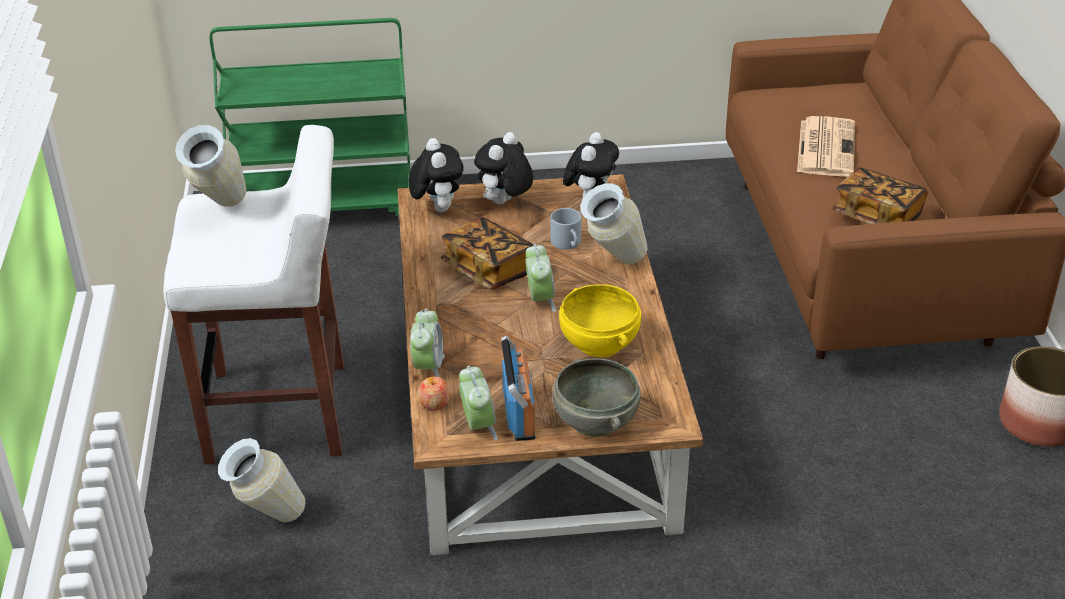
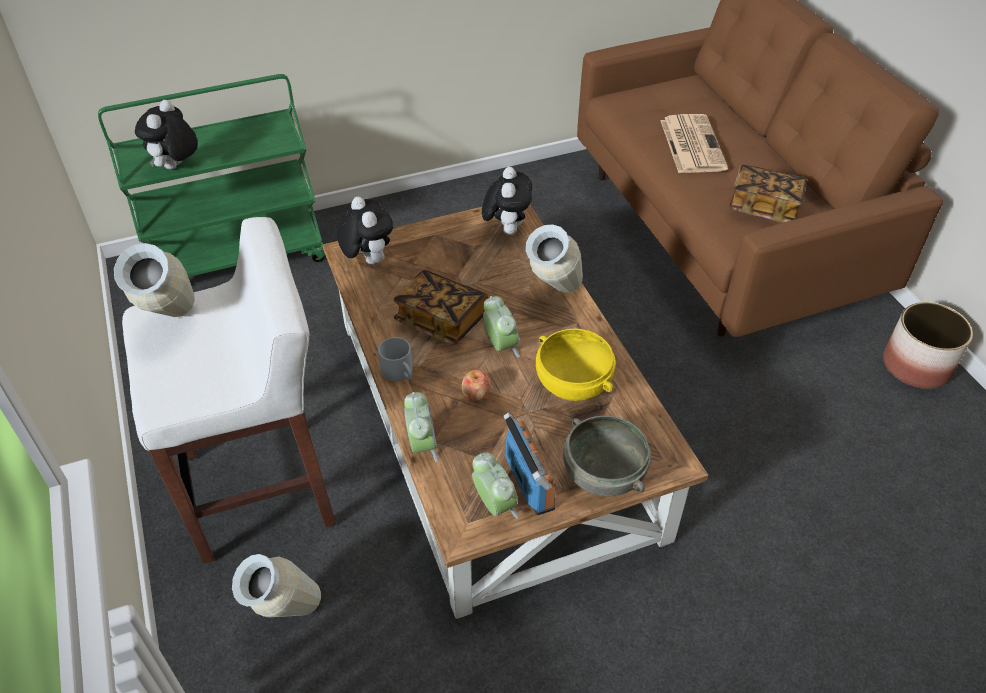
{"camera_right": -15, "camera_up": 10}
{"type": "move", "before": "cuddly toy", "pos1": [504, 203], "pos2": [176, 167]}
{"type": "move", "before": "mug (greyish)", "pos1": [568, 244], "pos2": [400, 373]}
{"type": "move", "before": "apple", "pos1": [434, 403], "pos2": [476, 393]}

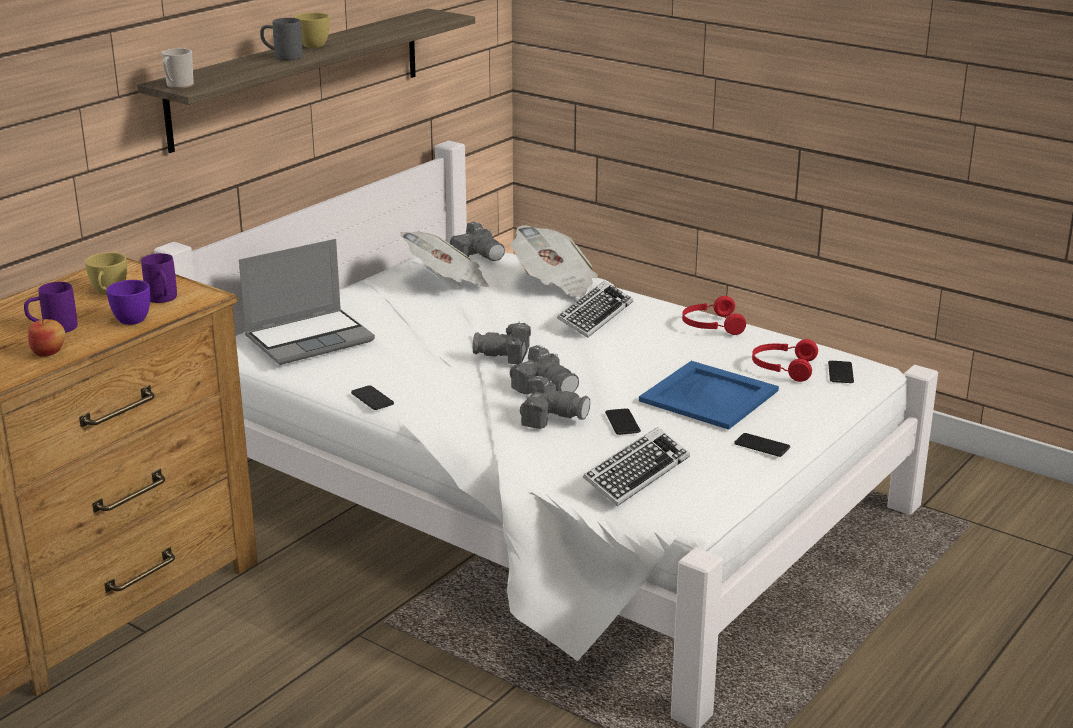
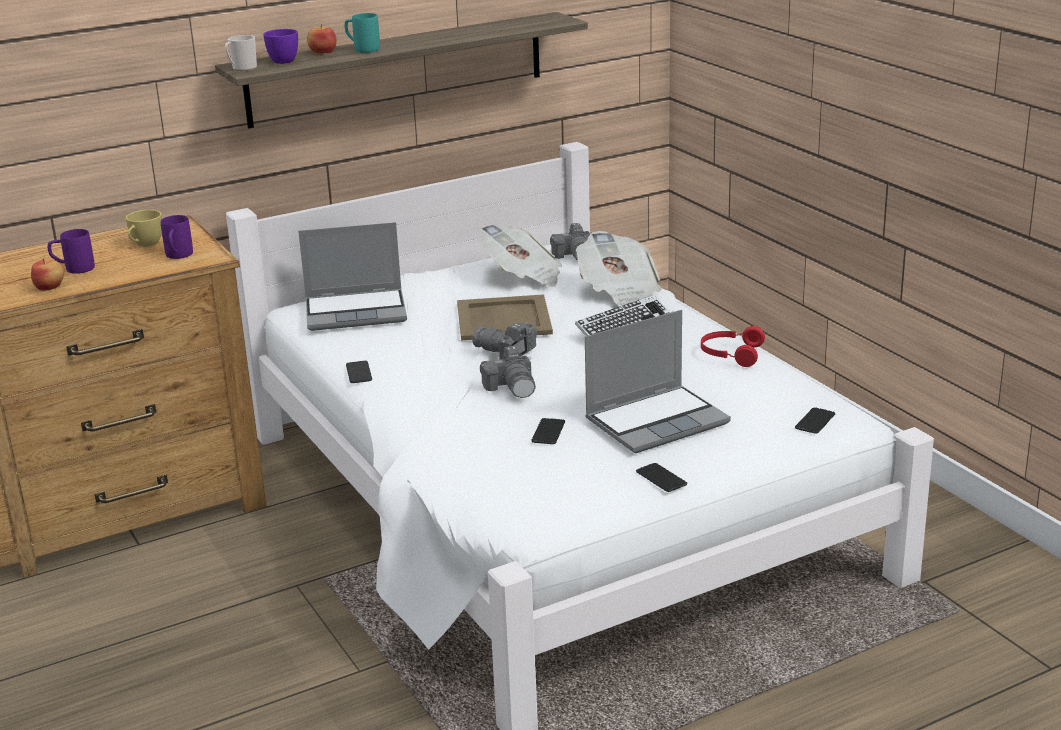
{"camera_right": 25, "camera_up": 0}
{"type": "delete", "before": "cup (yellowish)", "pos1": [313, 44]}
{"type": "recolor", "before": "mug (greyish)", "after": "mug (turquoise-coloured)", "pos1": [282, 57], "pos2": [362, 49]}
{"type": "move", "before": "cup (purple-coloured)", "pos1": [130, 318], "pos2": [284, 60]}
{"type": "delete", "before": "headset (reddish)", "pos1": [782, 368]}
{"type": "replace", "before": "serving tray (bluish)", "after": "laptop", "pos1": [708, 395], "pos2": [657, 421]}
{"type": "delete", "before": "photo camera", "pos1": [552, 416]}
{"type": "delete", "before": "computer keyboard", "pos1": [636, 473]}
{"type": "insert", "after": "apple", "pos2": [322, 52]}
{"type": "insert", "after": "serving tray (beige-coloured)", "pos2": [504, 319]}

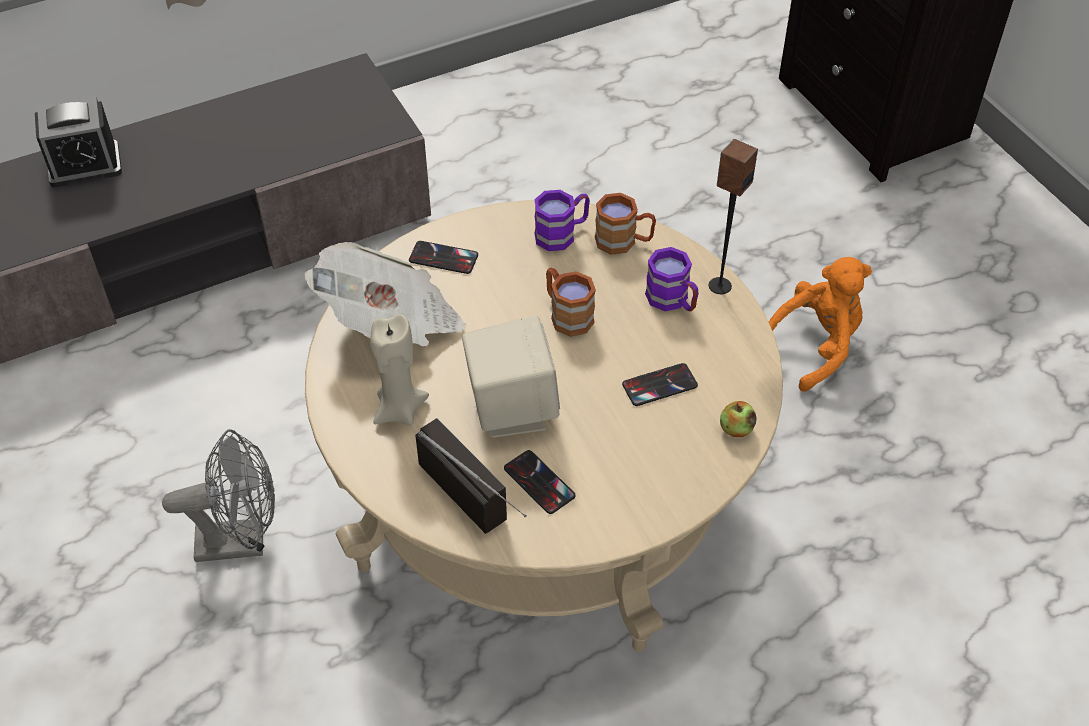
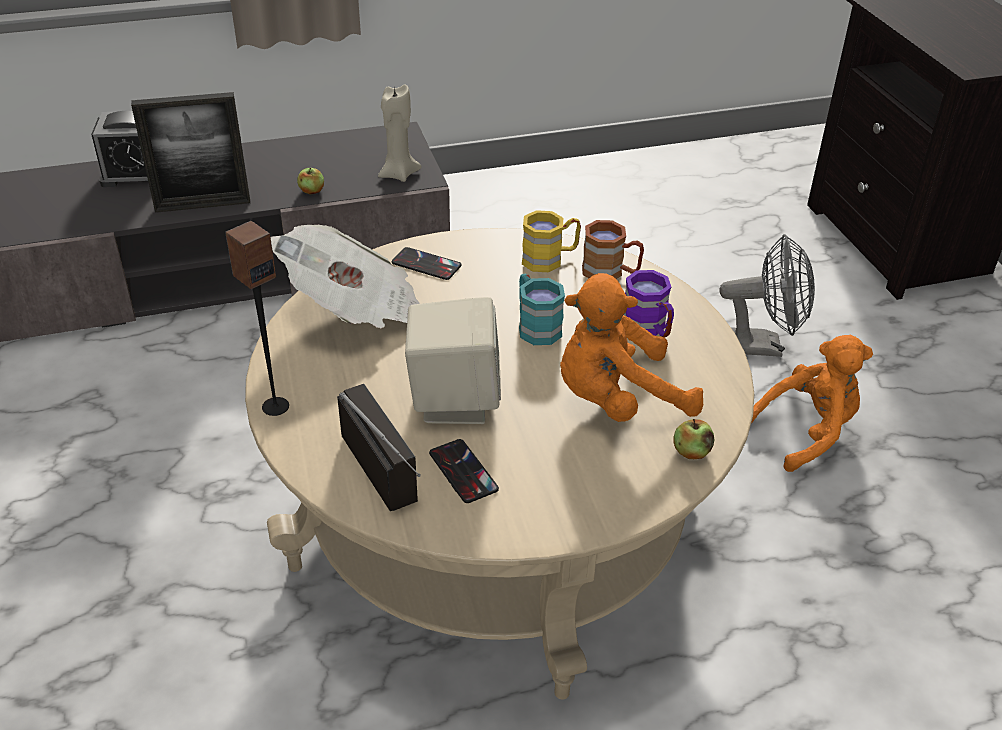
{"camera_right": 10, "camera_up": -10}
{"type": "move", "before": "audio speaker", "pos1": [719, 285], "pos2": [275, 406]}
{"type": "recolor", "before": "mug (purple-coloured)", "after": "mug (yellowish)", "pos1": [562, 233], "pos2": [550, 259]}
{"type": "recolor", "before": "mug (brownish)", "after": "mug (turquoise-coloured)", "pos1": [566, 314], "pos2": [535, 326]}
{"type": "move", "before": "wax candle (beige-coloured)", "pos1": [399, 410], "pos2": [398, 174]}
{"type": "replace", "before": "phone", "after": "cuddly toy (orange-coloured)", "pos1": [659, 385], "pos2": [617, 400]}
{"type": "move", "before": "electric fan (greyish)", "pos1": [242, 541], "pos2": [761, 346]}
{"type": "insert", "after": "photo frame", "pos2": [203, 205]}
{"type": "insert", "after": "apple", "pos2": [311, 191]}

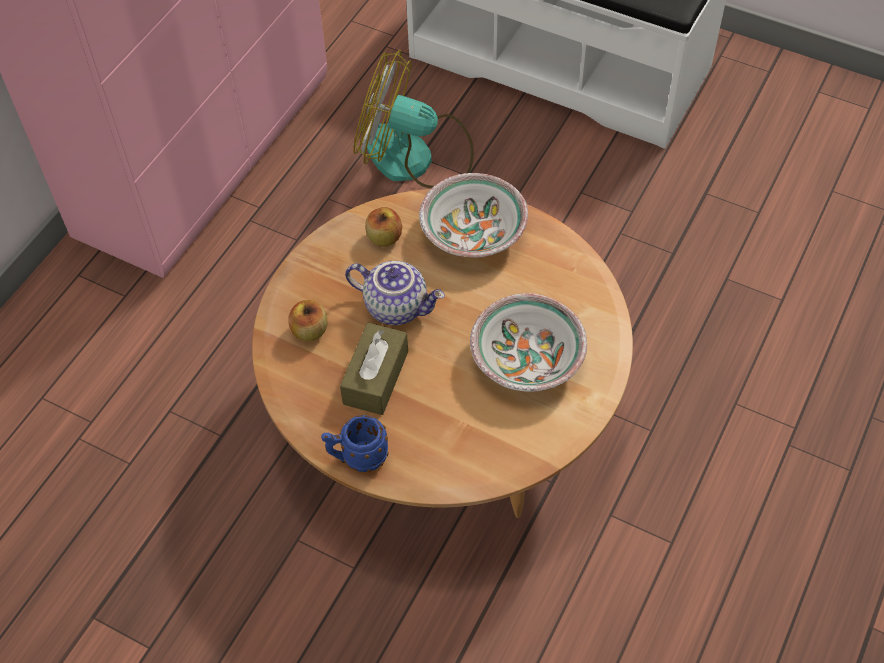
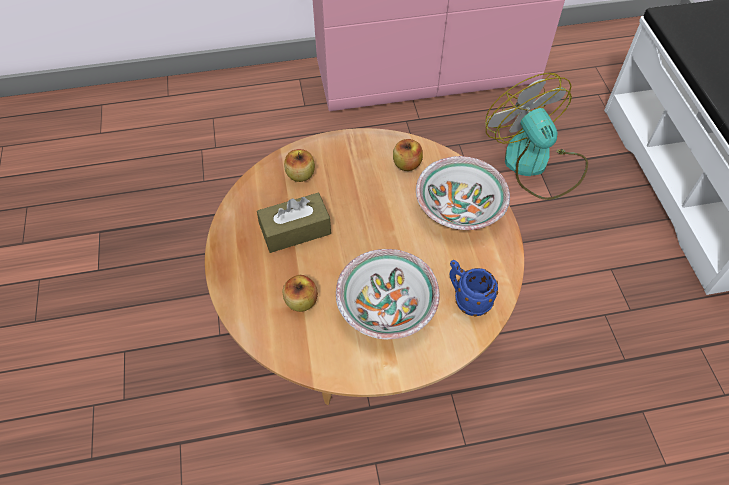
{"camera_right": 50, "camera_up": 0}
{"type": "delete", "before": "tea pot", "pos1": [397, 306]}
{"type": "move", "before": "mug (bluish)", "pos1": [357, 458], "pos2": [467, 299]}
{"type": "insert", "after": "apple", "pos2": [301, 301]}

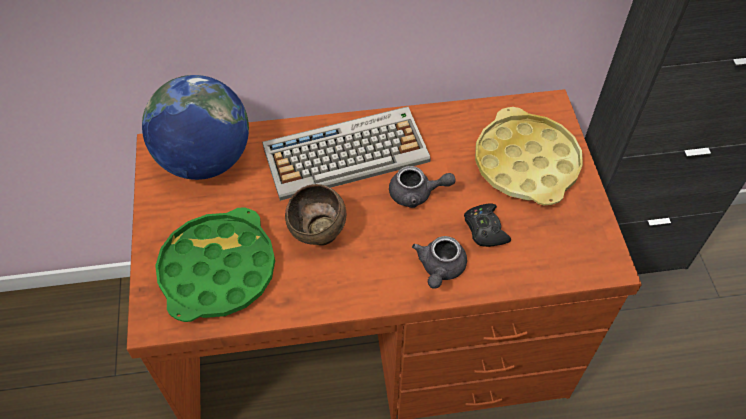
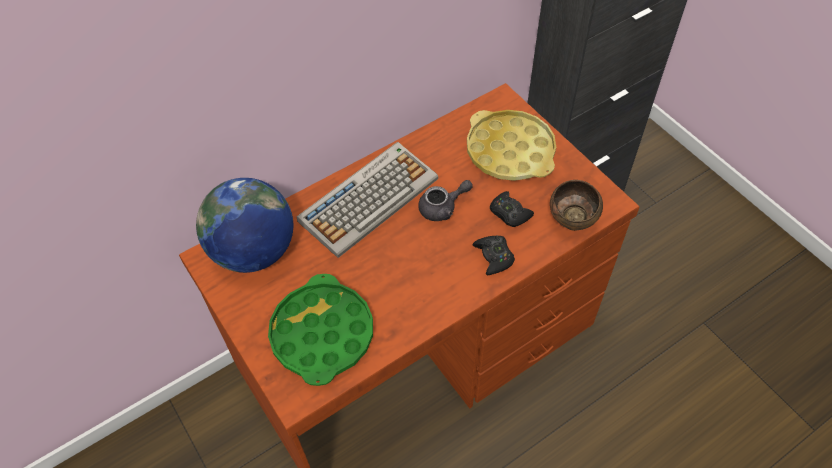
{"camera_right": -25, "camera_up": 0}
{"type": "move", "before": "serving bowl (brownish)", "pos1": [319, 235], "pos2": [572, 223]}
{"type": "replace", "before": "tea pot (greyish)", "after": "gamepad (blackish)", "pos1": [440, 269], "pos2": [494, 257]}

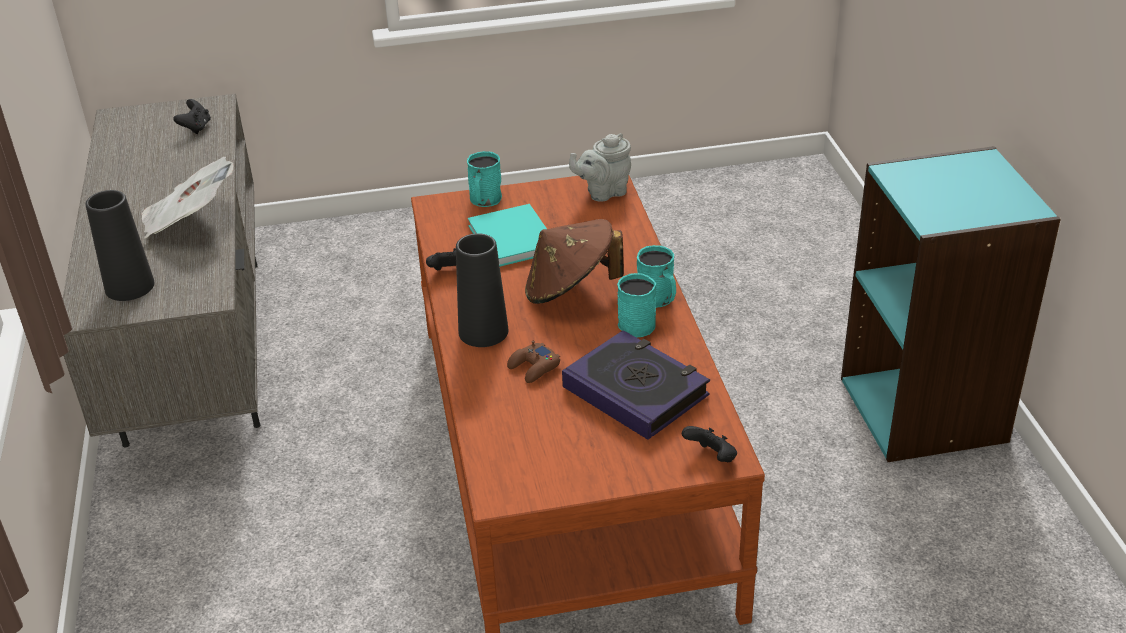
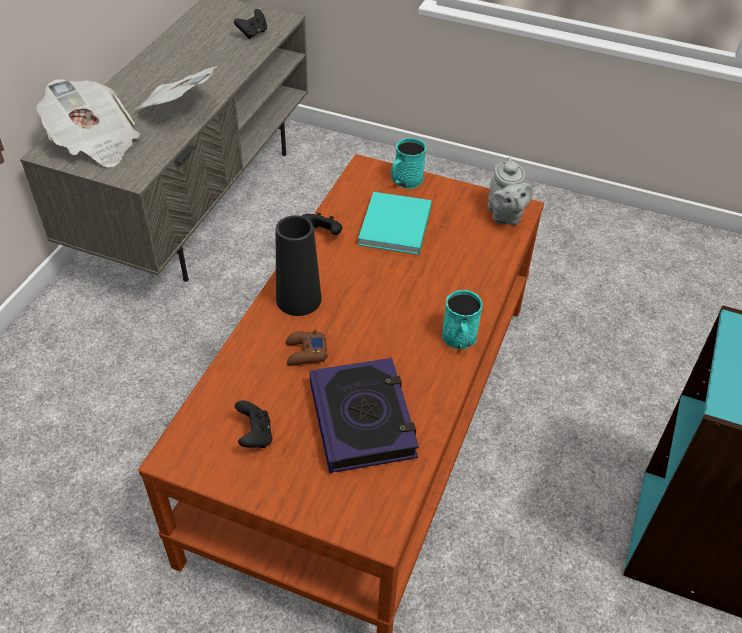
{"camera_right": 30, "camera_up": 10}
{"type": "rotate", "before": "tea pot (greyish)", "pos1": [603, 192], "pos2": [505, 216], "turn": -105}
{"type": "replace", "before": "flower vase (blackish)", "after": "newspaper", "pos1": [129, 286], "pos2": [94, 143]}
{"type": "delete", "before": "wearable hat (brownish)", "pos1": [570, 289]}
{"type": "delete", "before": "mug (turquoise-coloured)", "pos1": [633, 322]}
{"type": "move", "before": "gamepad (blackish)", "pos1": [711, 457], "pos2": [255, 436]}

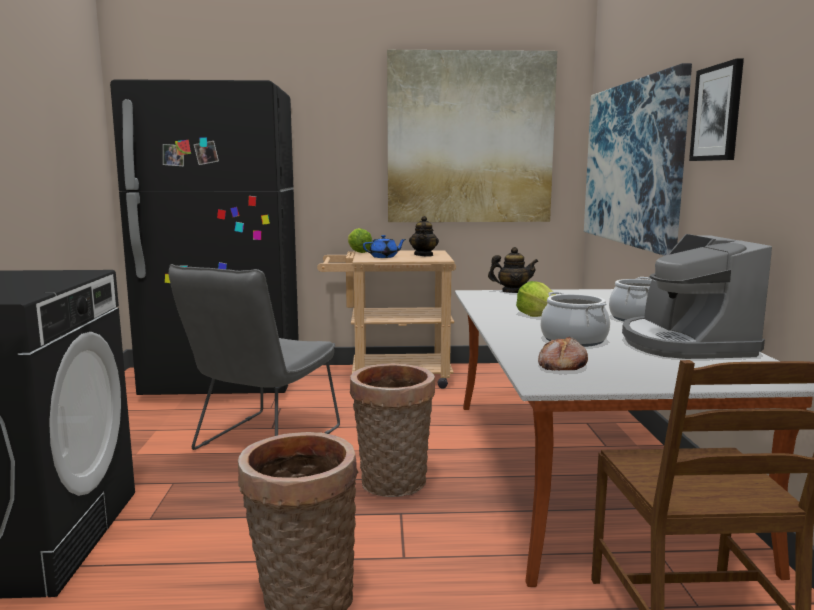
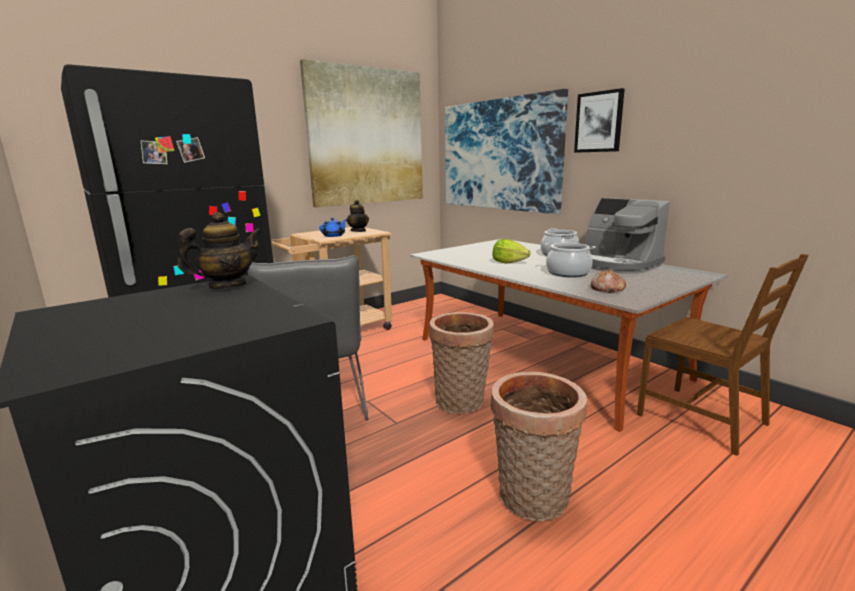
{"camera_right": -35, "camera_up": 5}
{"type": "delete", "before": "head of lettuce", "pos1": [358, 252]}
{"type": "move", "before": "tea pot", "pos1": [512, 292], "pos2": [227, 286]}

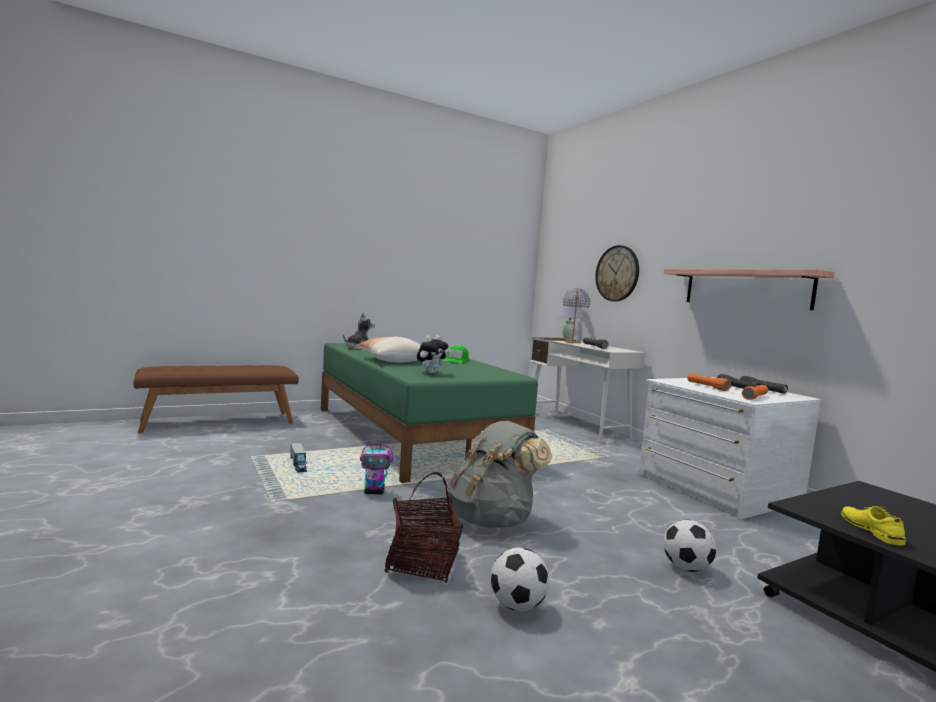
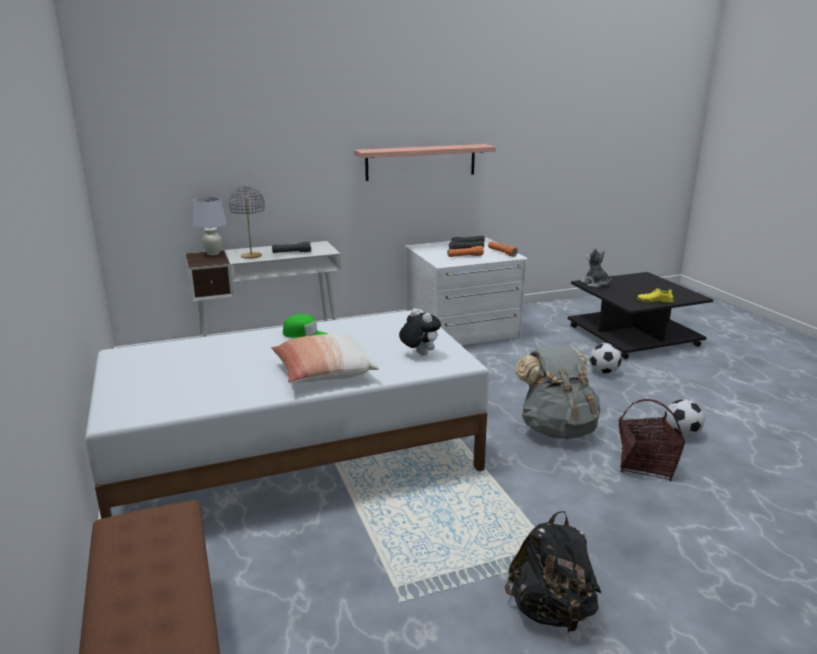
{"camera_right": -80, "camera_up": 15}
{"type": "delete", "before": "hanging clock", "pos1": [617, 273]}
{"type": "move", "before": "cuddly toy", "pos1": [358, 348], "pos2": [595, 284]}
{"type": "recolor", "before": "bed (green)", "after": "bed (white)", "pos1": [412, 434], "pos2": [293, 458]}
{"type": "delete", "before": "toy lorry", "pos1": [298, 464]}
{"type": "delete", "before": "model robot", "pos1": [374, 492]}
{"type": "insert", "after": "knapsack (blackish)", "pos2": [551, 611]}

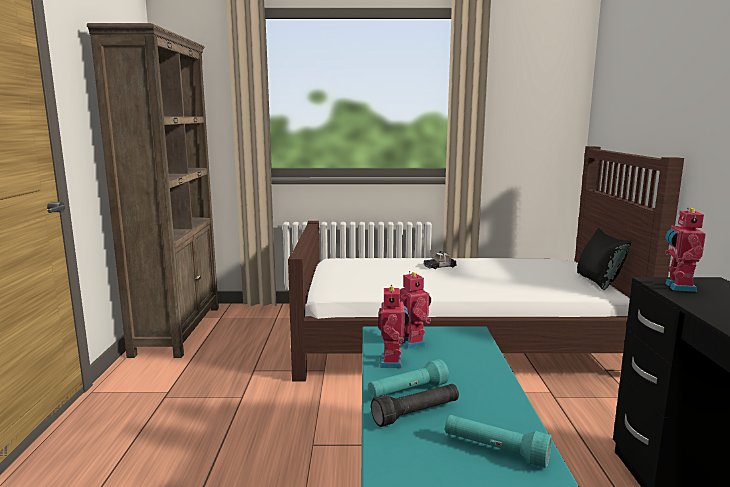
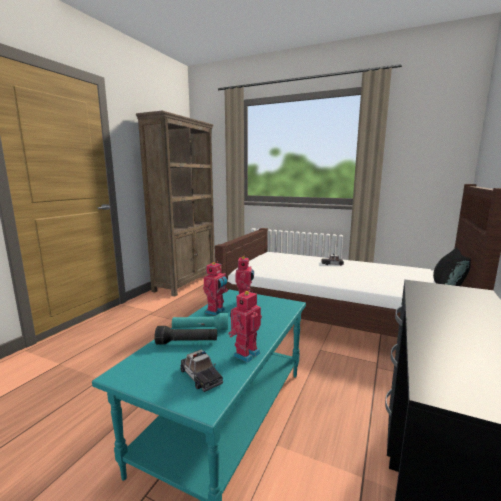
{"camera_right": 25, "camera_up": 0}
{"type": "move", "before": "model robot", "pos1": [678, 287], "pos2": [245, 354]}
{"type": "replace", "before": "flashlight (turquoise-coloured)", "after": "model car", "pos1": [495, 450], "pos2": [200, 376]}

